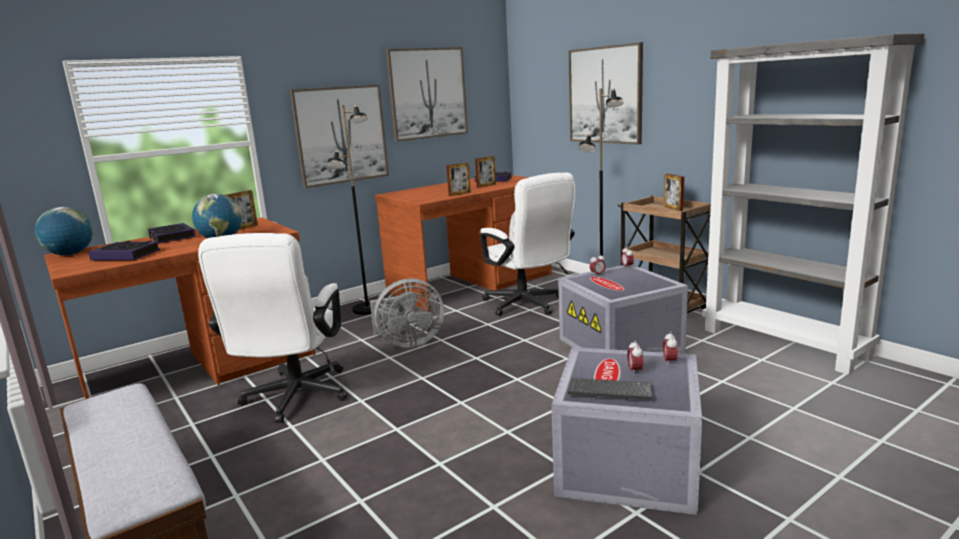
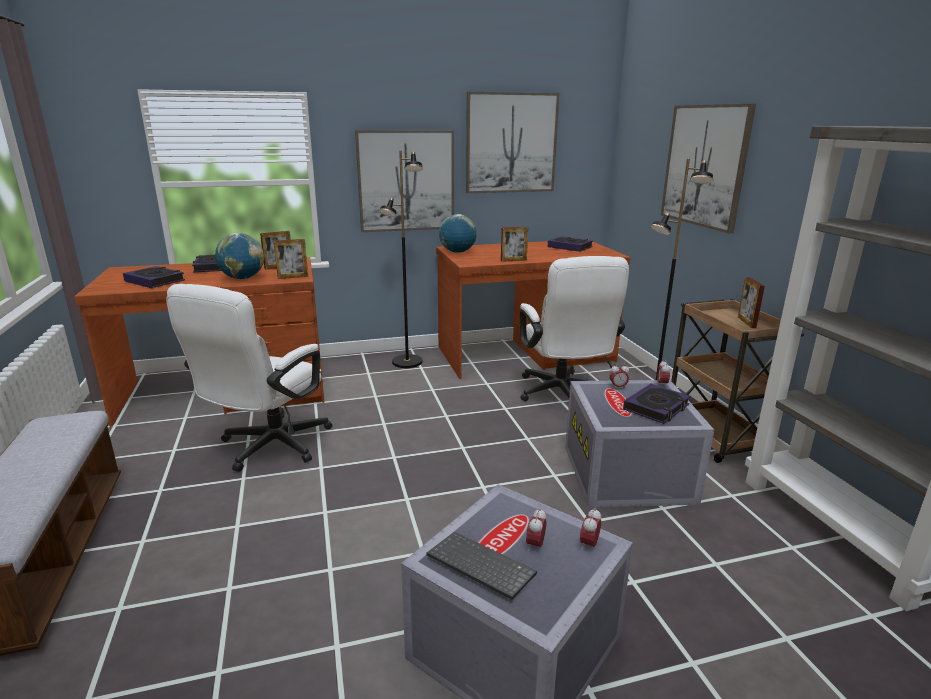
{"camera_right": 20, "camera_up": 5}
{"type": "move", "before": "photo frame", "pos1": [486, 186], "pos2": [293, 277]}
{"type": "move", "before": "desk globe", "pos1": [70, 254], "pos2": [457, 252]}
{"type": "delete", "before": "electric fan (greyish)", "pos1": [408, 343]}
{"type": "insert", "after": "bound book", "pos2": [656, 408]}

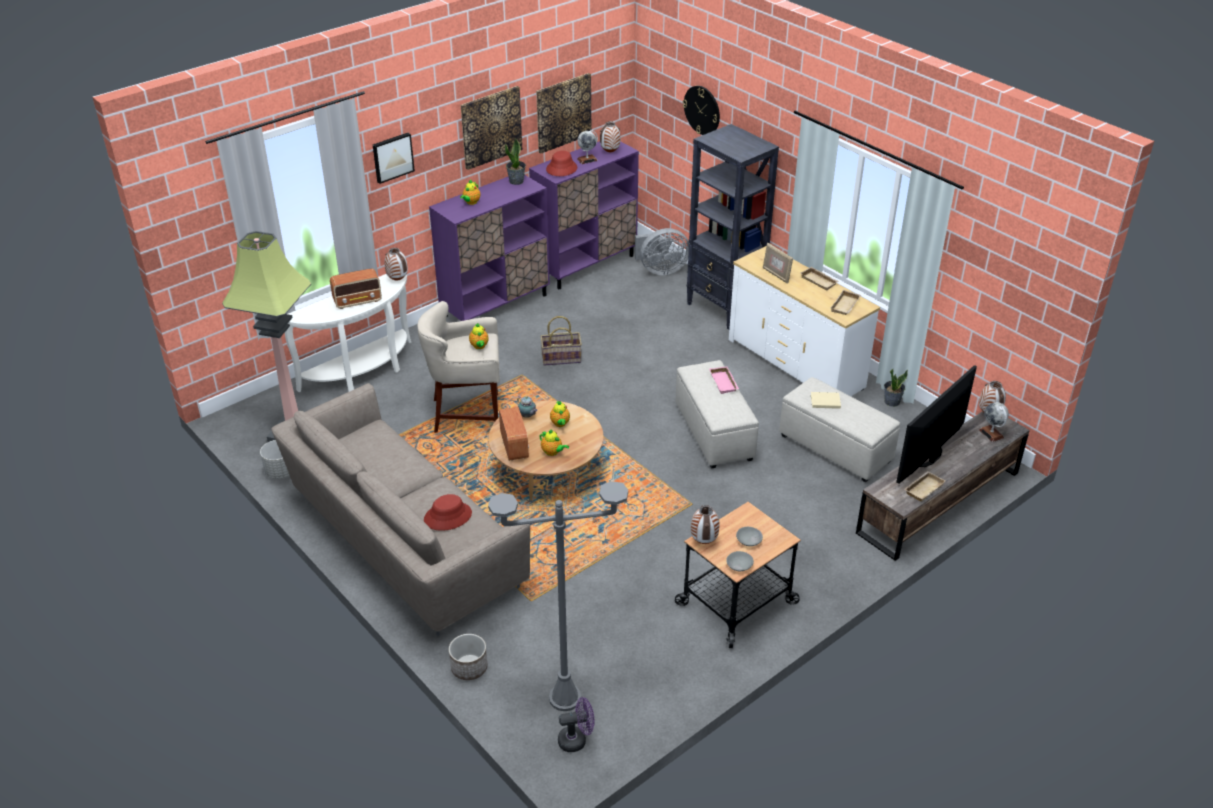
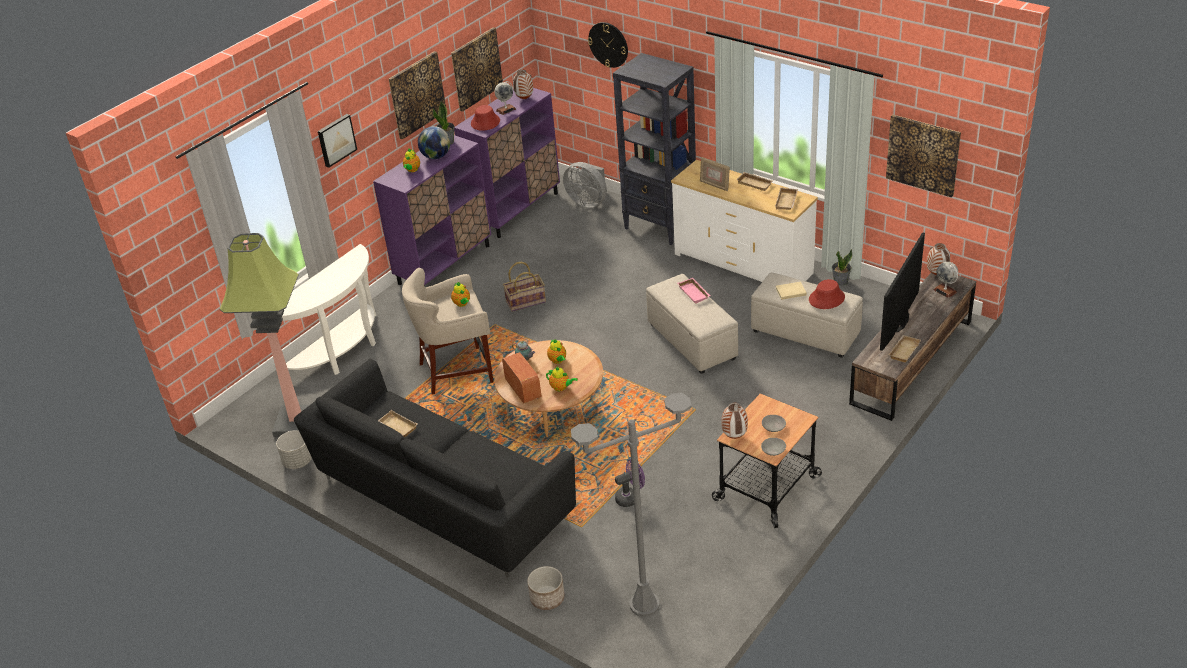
{"camera_right": -10, "camera_up": 0}
{"type": "rotate", "before": "electric fan (greyish)", "pos1": [661, 270], "pos2": [588, 202], "turn": 60}
{"type": "delete", "before": "flower vase", "pos1": [398, 280]}
{"type": "delete", "before": "radio", "pos1": [358, 301]}
{"type": "recolor", "before": "sofa (beige-coloured)", "after": "sofa (blackish)", "pos1": [402, 542], "pos2": [441, 500]}
{"type": "move", "before": "wearable hat (reddish)", "pos1": [447, 516], "pos2": [826, 298]}
{"type": "move", "before": "electric fan (purple-coloured)", "pos1": [576, 740], "pos2": [630, 497]}
{"type": "insert", "after": "picture", "pos2": [923, 155]}
{"type": "insert", "after": "desk globe", "pos2": [436, 156]}
{"type": "insert", "after": "serving tray (beige-coloured)", "pos2": [397, 426]}

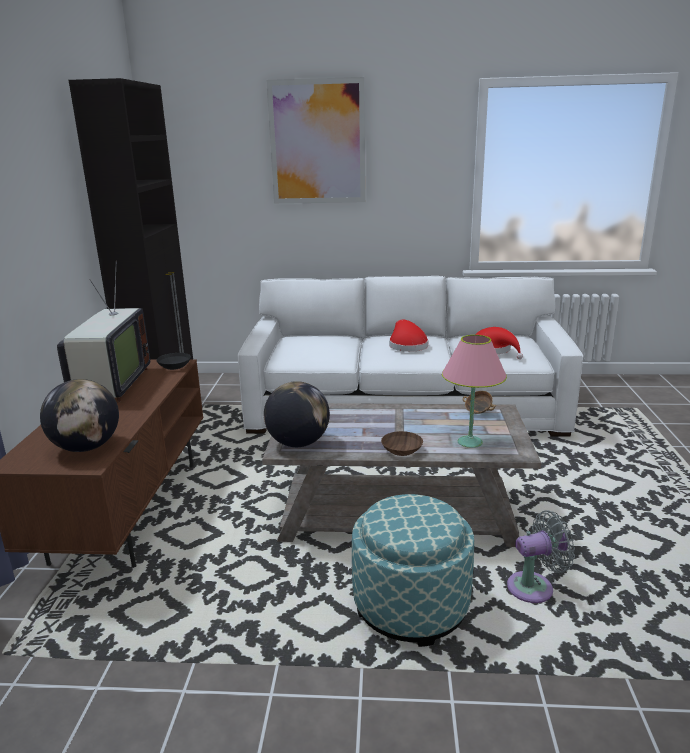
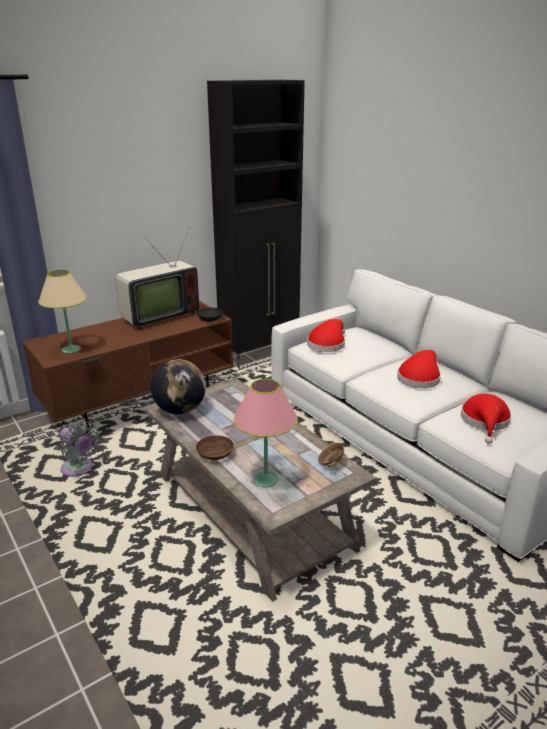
{"camera_right": 50, "camera_up": 5}
{"type": "delete", "before": "picture", "pos1": [317, 142]}
{"type": "replace", "before": "desk globe", "after": "lamp for a table (beige-coloured)", "pos1": [86, 447], "pos2": [71, 349]}
{"type": "delete", "before": "footrest", "pos1": [410, 605]}
{"type": "move", "before": "electric fan (greyish)", "pos1": [534, 587], "pos2": [79, 469]}
{"type": "insert", "after": "wearable hat (reddish)", "pos2": [327, 344]}

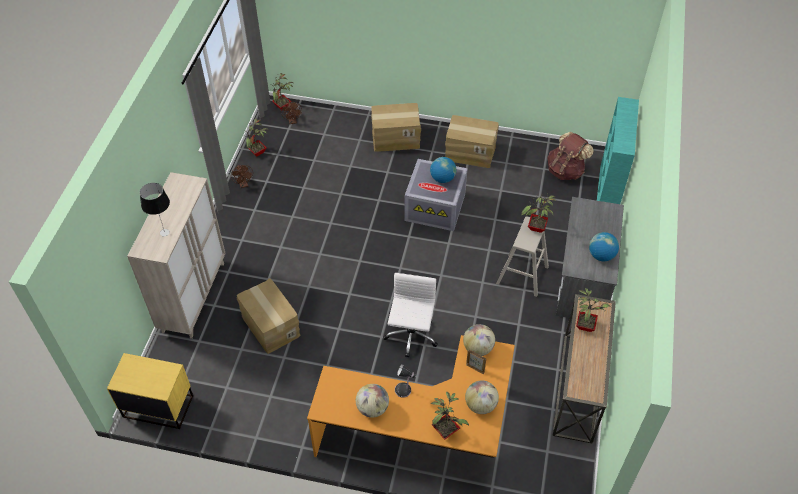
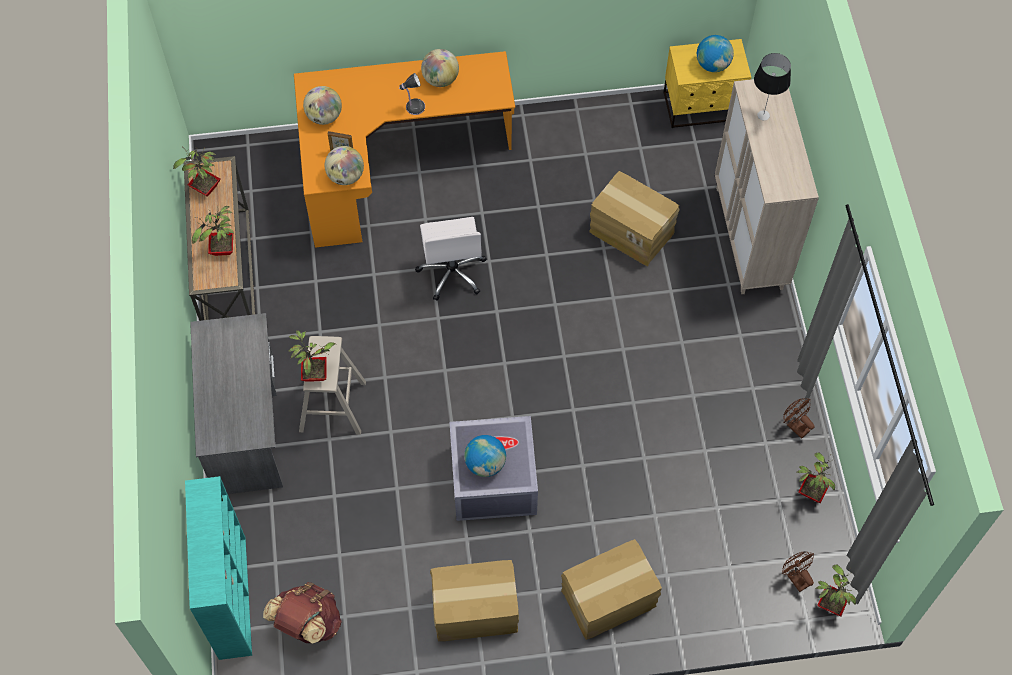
{"camera_right": 160, "camera_up": 10}
{"type": "move", "before": "desk globe", "pos1": [601, 255], "pos2": [712, 65]}
{"type": "move", "before": "plant in a pot", "pos1": [446, 430], "pos2": [205, 190]}

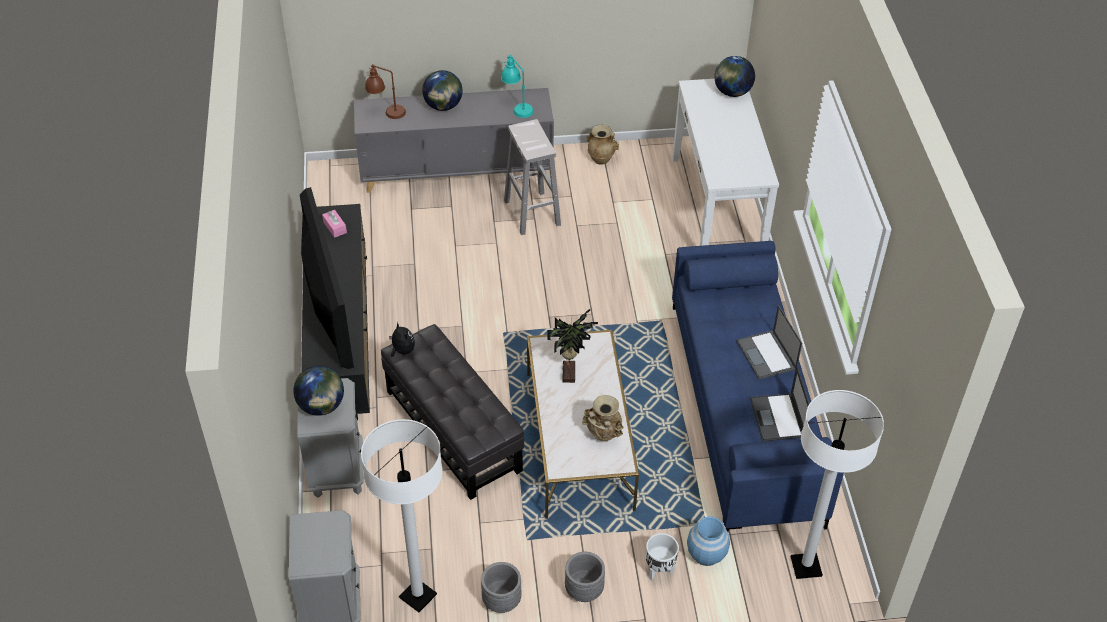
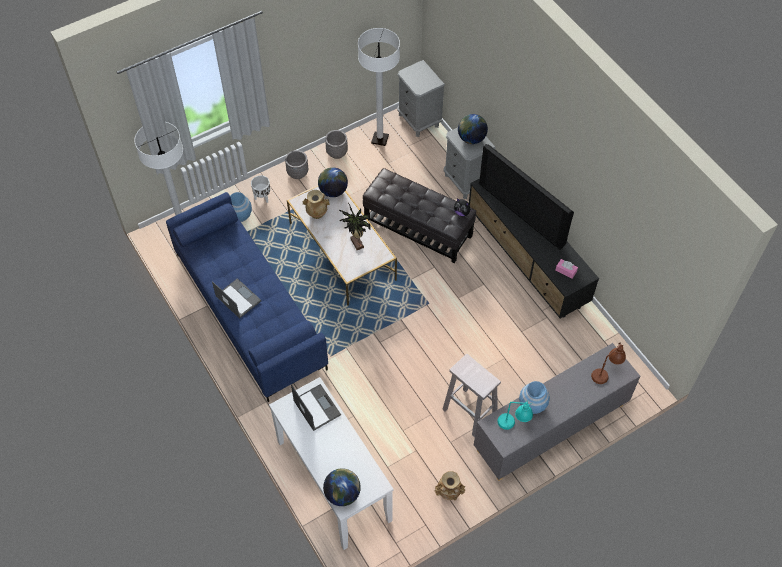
{"camera_right": 155, "camera_up": 10}
{"type": "move", "before": "desk globe", "pos1": [443, 106], "pos2": [333, 191]}
{"type": "move", "before": "laptop", "pos1": [778, 418], "pos2": [316, 407]}
{"type": "insert", "after": "flower vase (bluish)", "pos2": [532, 405]}

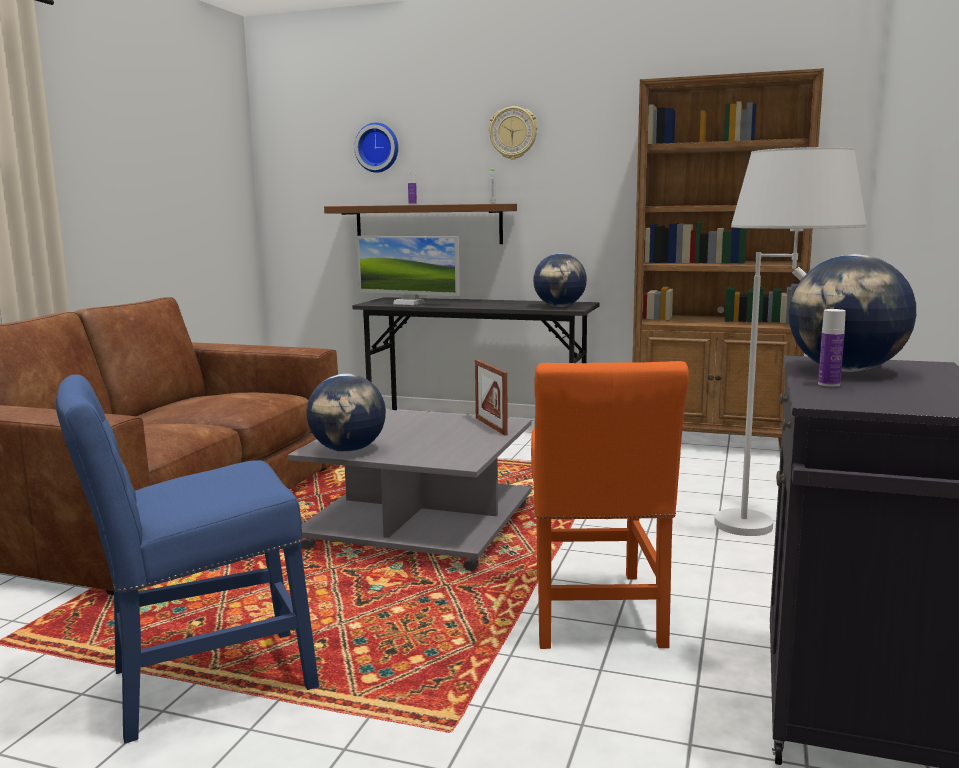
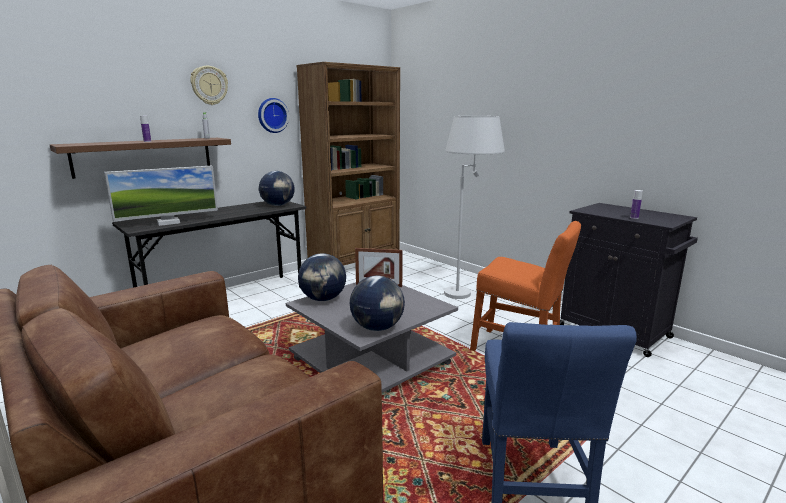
{"camera_right": -60, "camera_up": 5}
{"type": "move", "before": "hanging clock", "pos1": [378, 148], "pos2": [272, 115]}
{"type": "move", "before": "desk globe", "pos1": [845, 370], "pos2": [323, 299]}

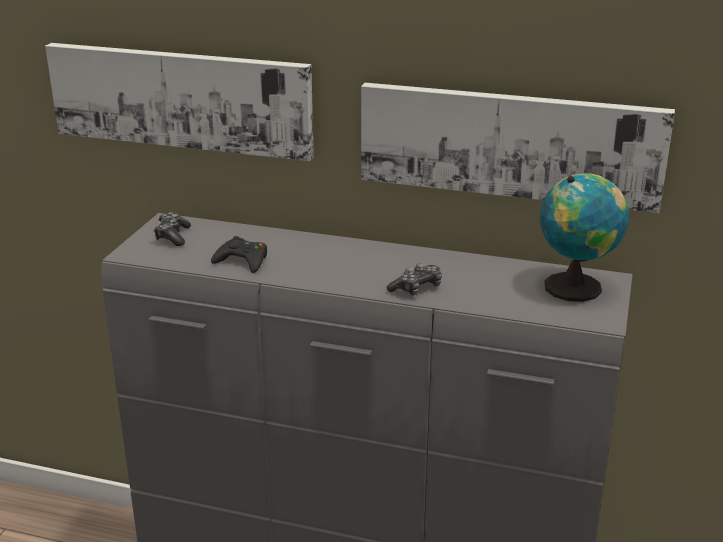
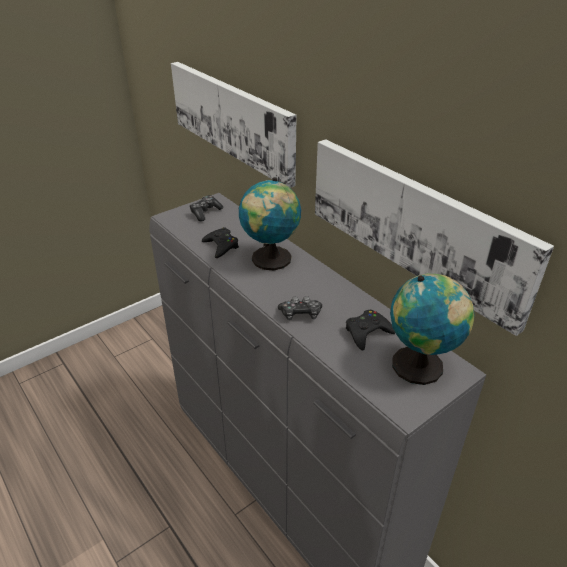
{"camera_right": 35, "camera_up": 10}
{"type": "insert", "after": "desk globe", "pos2": [270, 260]}
{"type": "insert", "after": "gamepad (blackish)", "pos2": [367, 332]}

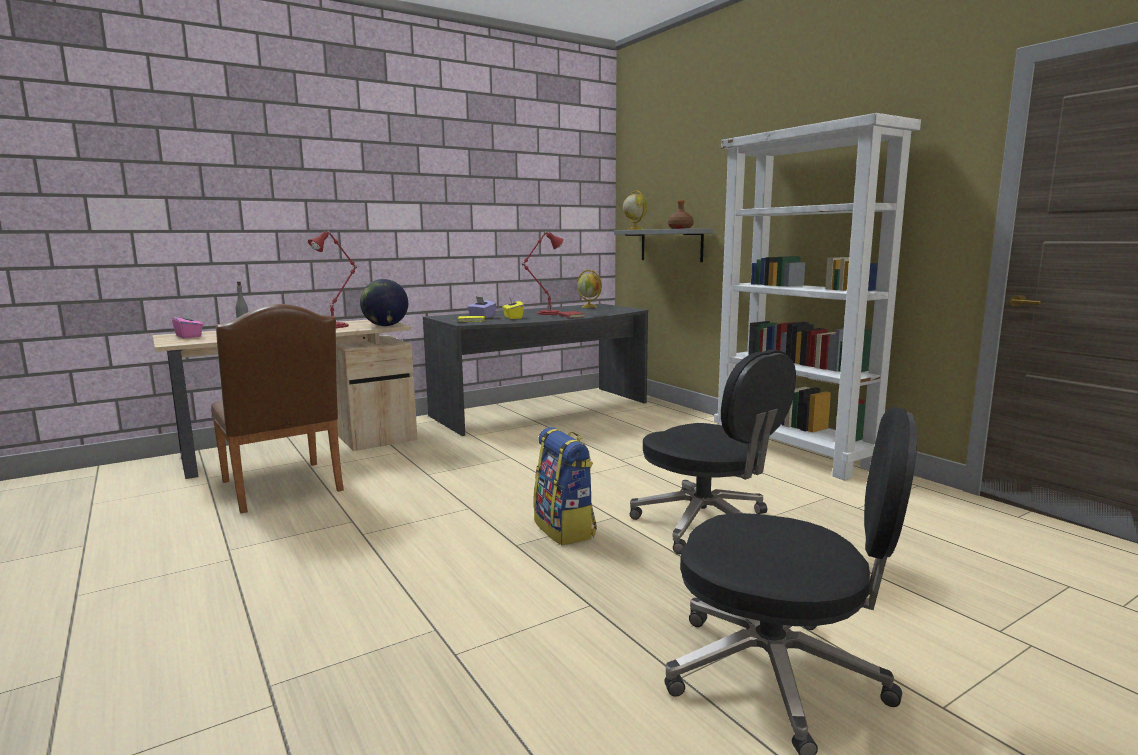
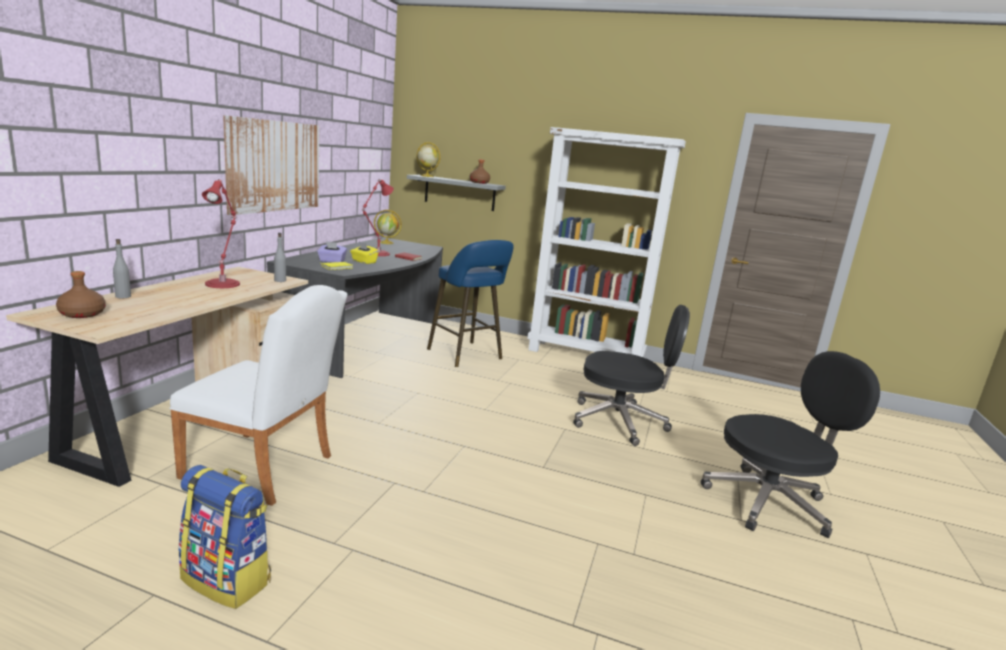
{"camera_right": -40, "camera_up": 5}
{"type": "replace", "before": "desk globe", "after": "beverage bottle (greyish)", "pos1": [385, 326], "pos2": [280, 280]}
{"type": "recolor", "before": "chair (brownish)", "after": "chair (white)", "pos1": [283, 488], "pos2": [266, 469]}
{"type": "replace", "before": "box of tissues (pink-coloured)", "after": "beverage bottle (brownish)", "pos1": [189, 336], "pos2": [81, 314]}
{"type": "move", "before": "knapsack", "pos1": [565, 529], "pos2": [228, 580]}
{"type": "insert", "after": "picture", "pos2": [274, 166]}
{"type": "insert", "after": "sitting stool (bluish)", "pos2": [467, 355]}

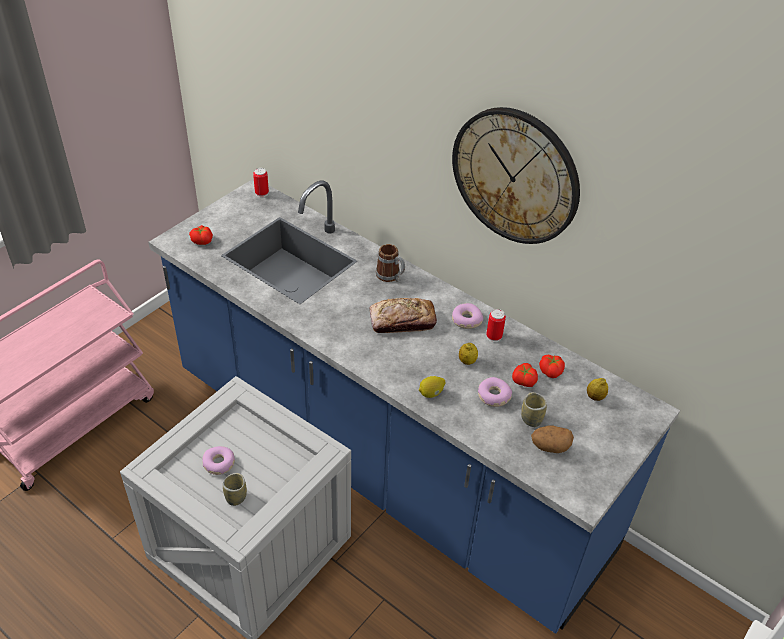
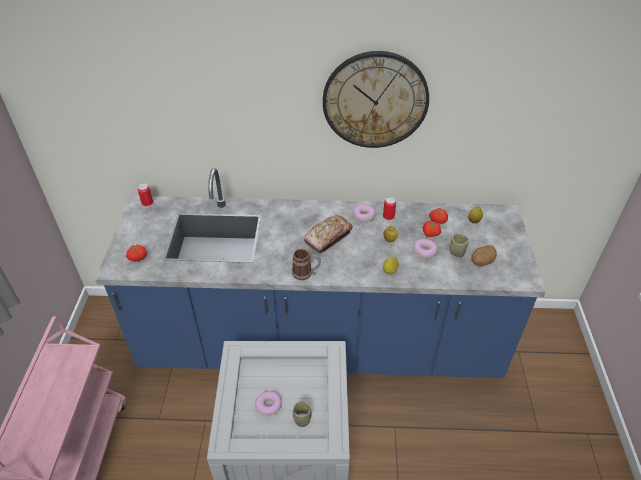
{"camera_right": -35, "camera_up": 0}
{"type": "move", "before": "mug", "pos1": [391, 277], "pos2": [306, 273]}

